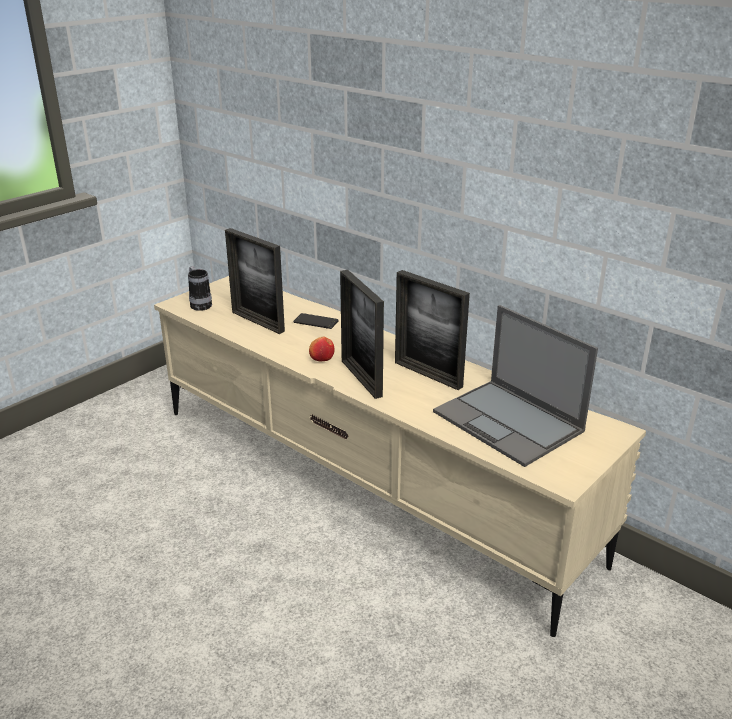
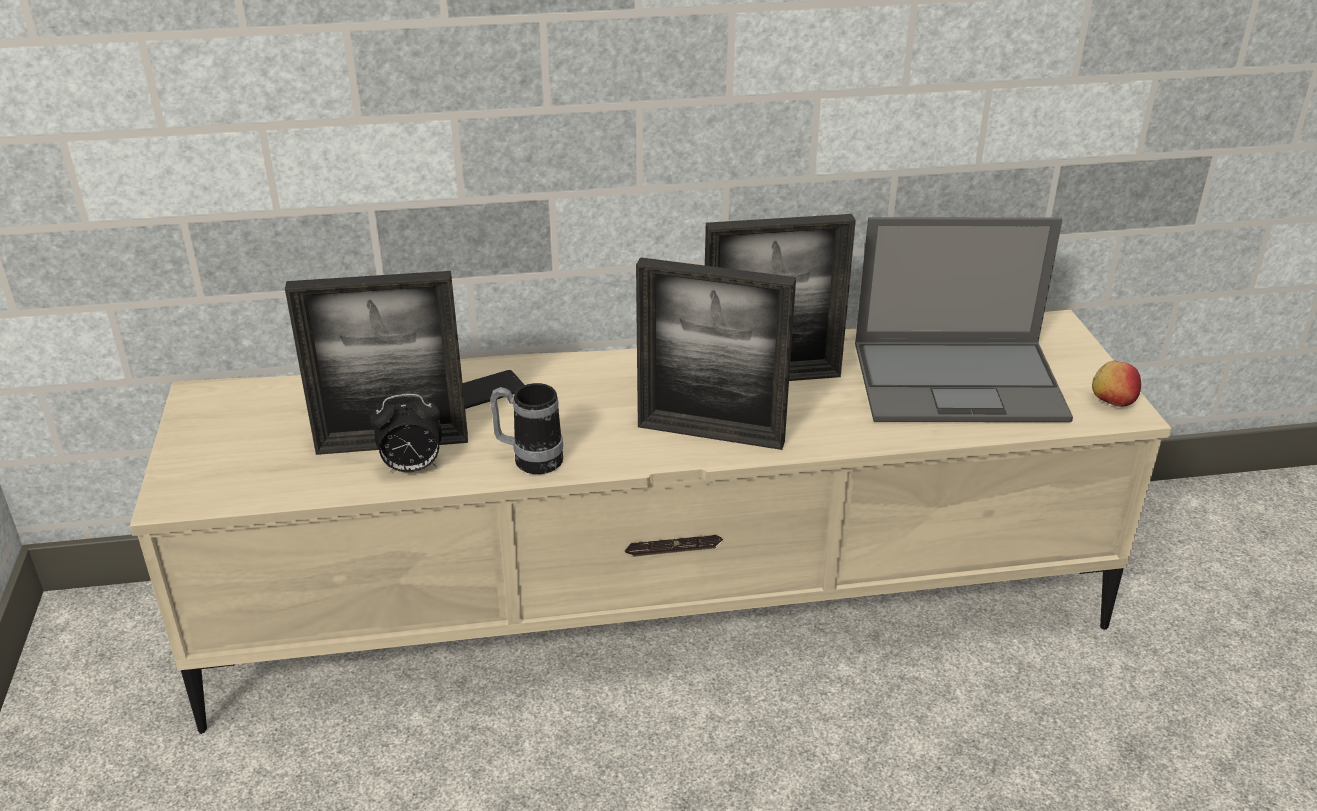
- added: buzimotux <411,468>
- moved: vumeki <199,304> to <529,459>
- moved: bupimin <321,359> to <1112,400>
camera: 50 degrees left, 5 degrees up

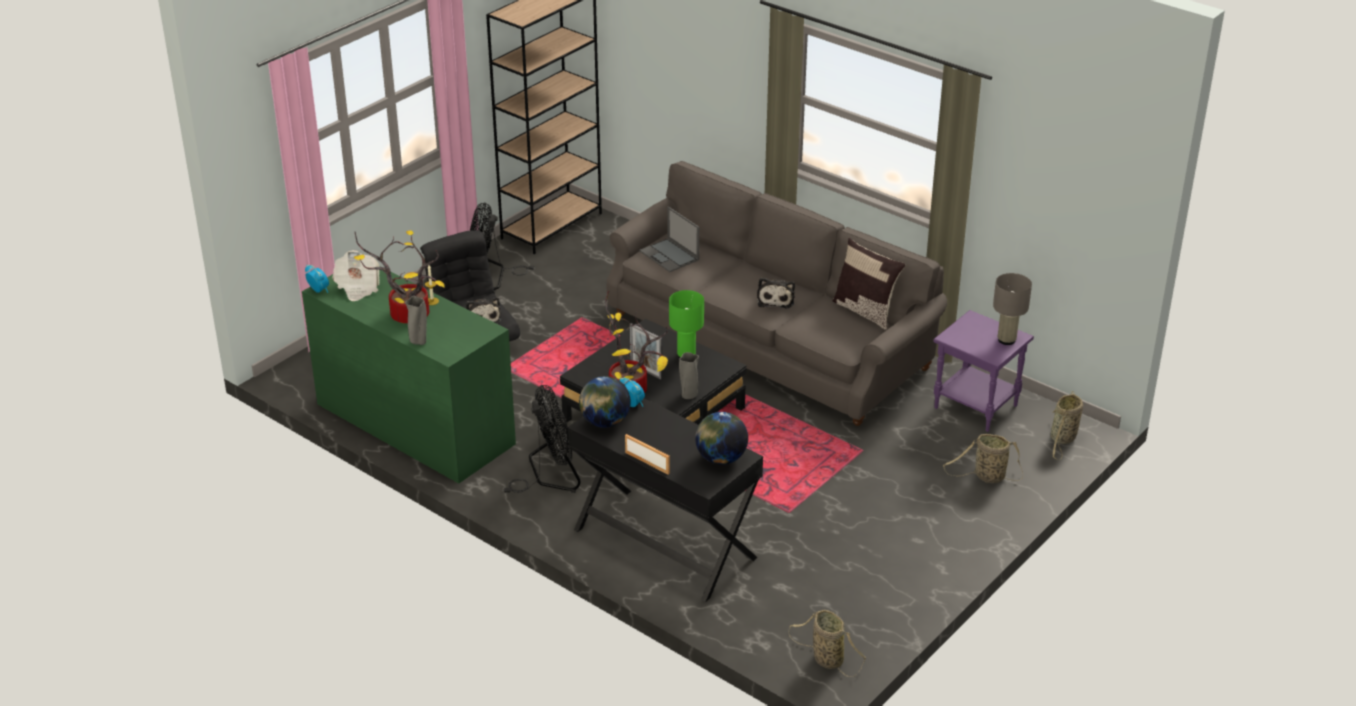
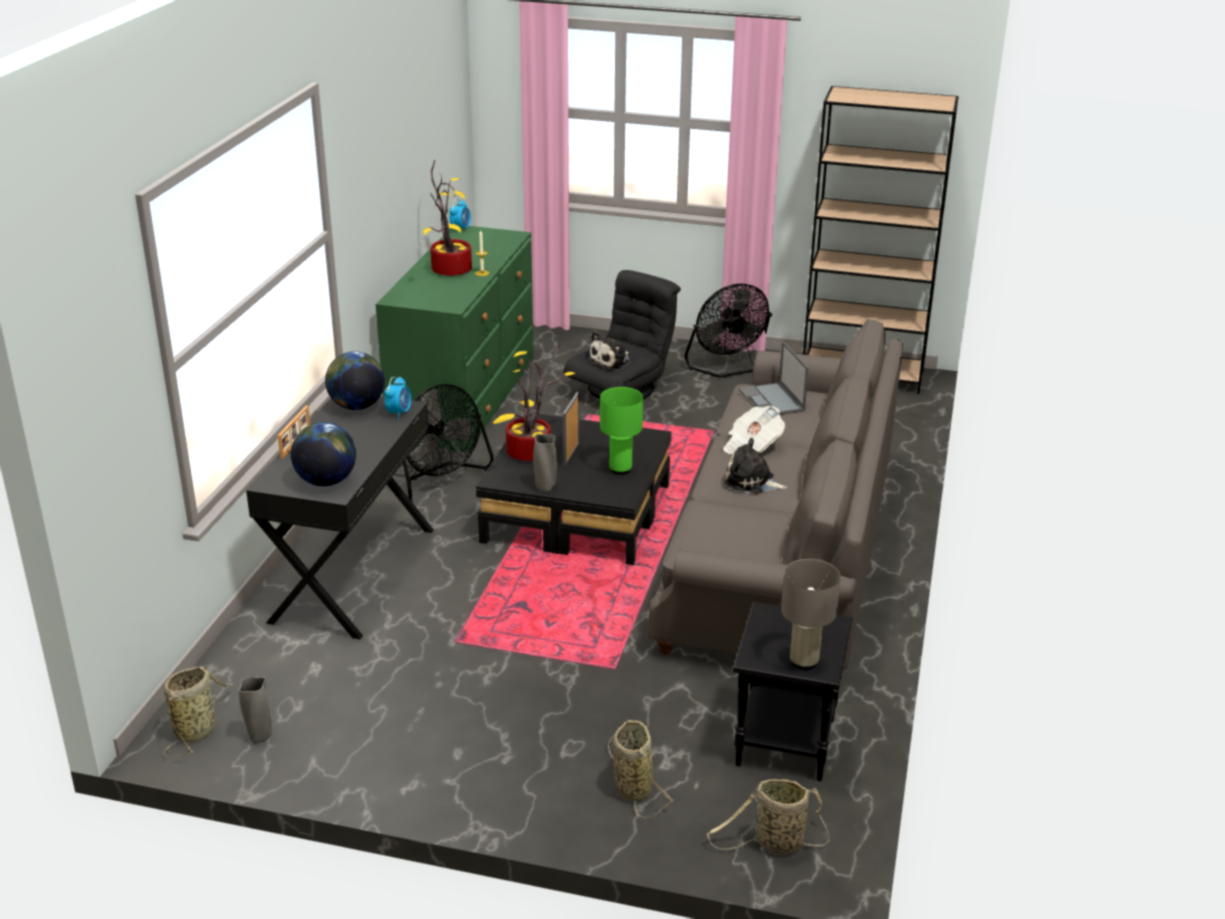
- moved: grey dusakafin <419,342> to <259,737>
- moved: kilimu <357,287> to <751,446>
- turned: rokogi <775,299> = <752,482> 45 degrees clockwise
- recoloured: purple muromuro <977,406> to black muromuro <787,744>
- turned: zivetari <670,256> = <772,400> 45 degrees counterclockwise
- removed: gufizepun <865,311>
camera: 65 degrees right, 5 degrees down

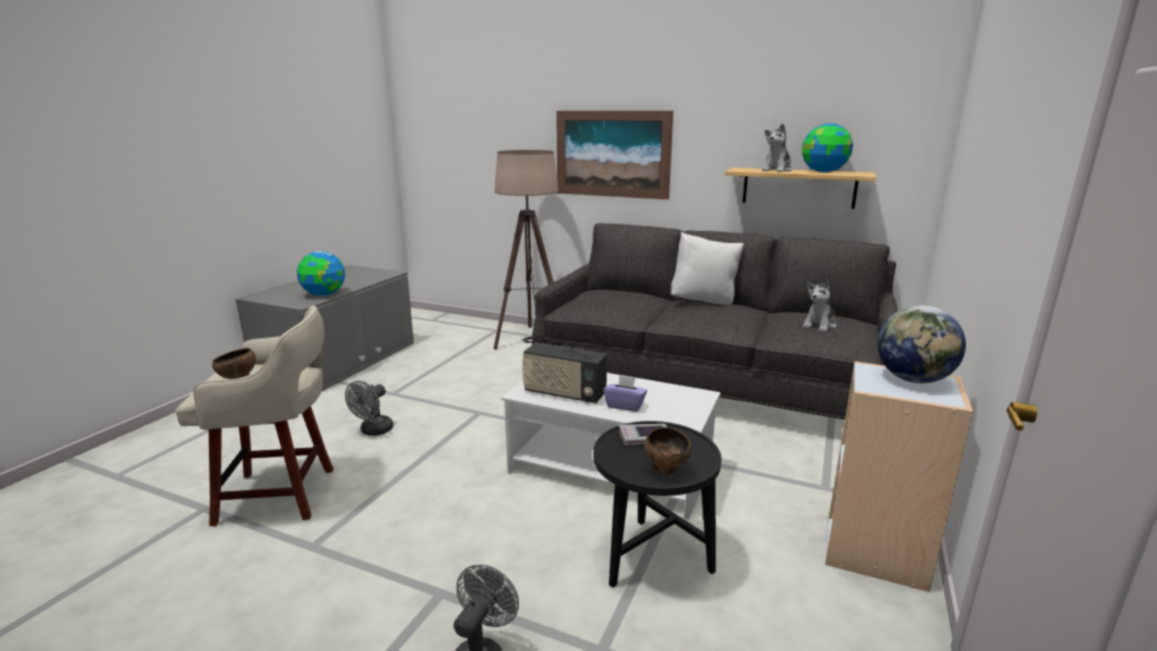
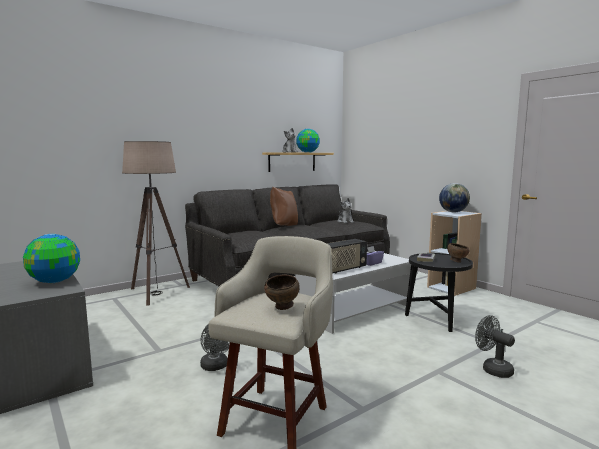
- recoloured: white gufizepun <704,301> to brown gufizepun <283,226>
- removed: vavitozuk <612,154>
camera: 60 degrees left, 10 degrees down

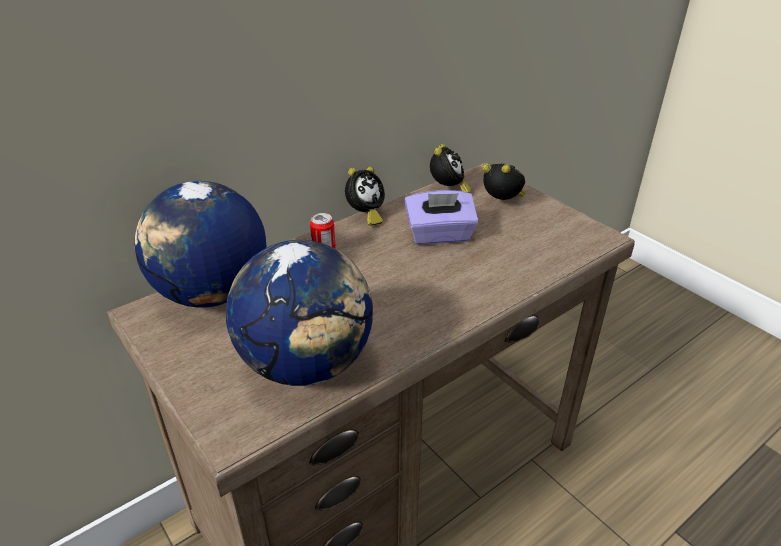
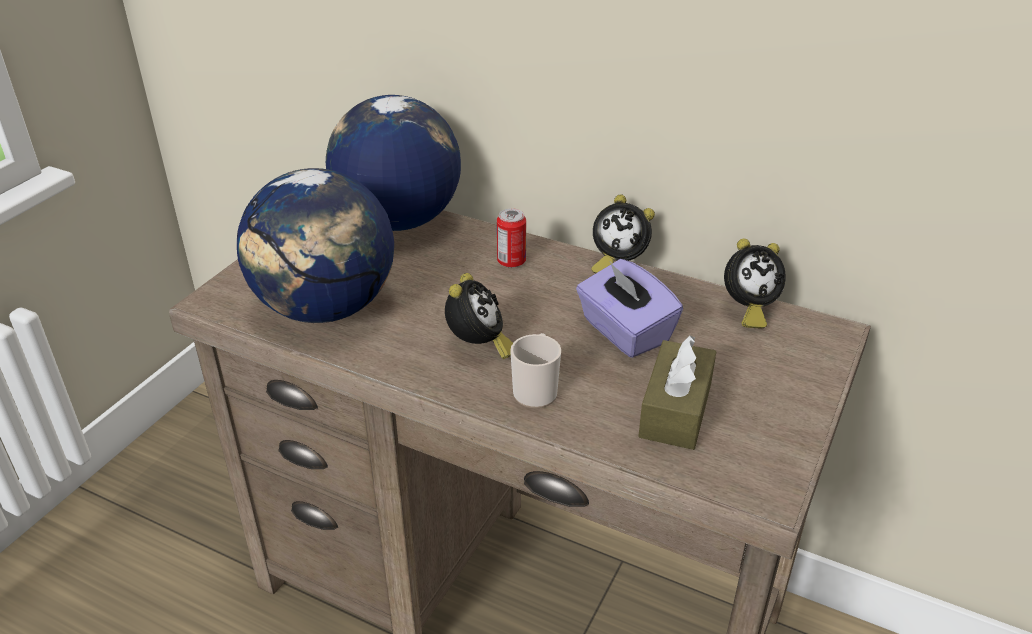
- moved: buzimotux <502,203> to <478,347>
- added: vumeki <536,390>
- added: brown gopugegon <675,410>
camera: 65 degrees right, 0 degrees up

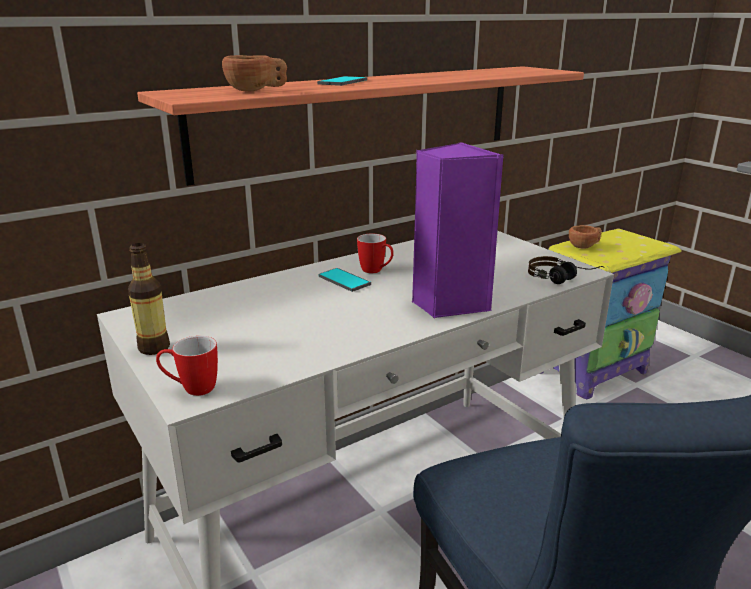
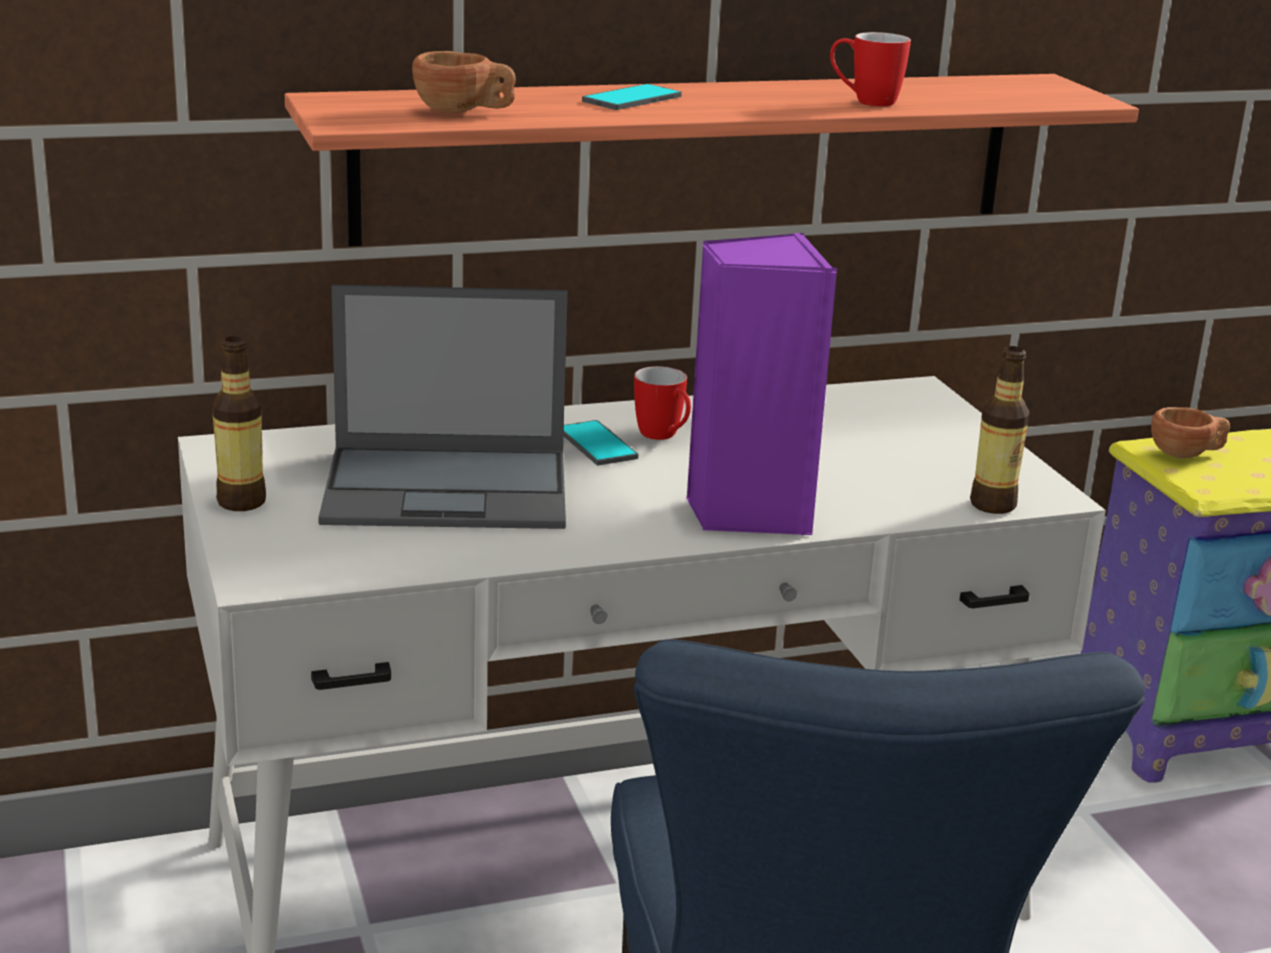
- added: zivetari <450,488>
- moved: vumeki <191,389> to <864,101>
- replaced: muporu <562,280> to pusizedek <993,505>
camera: 15 degrees right, 0 degrees up

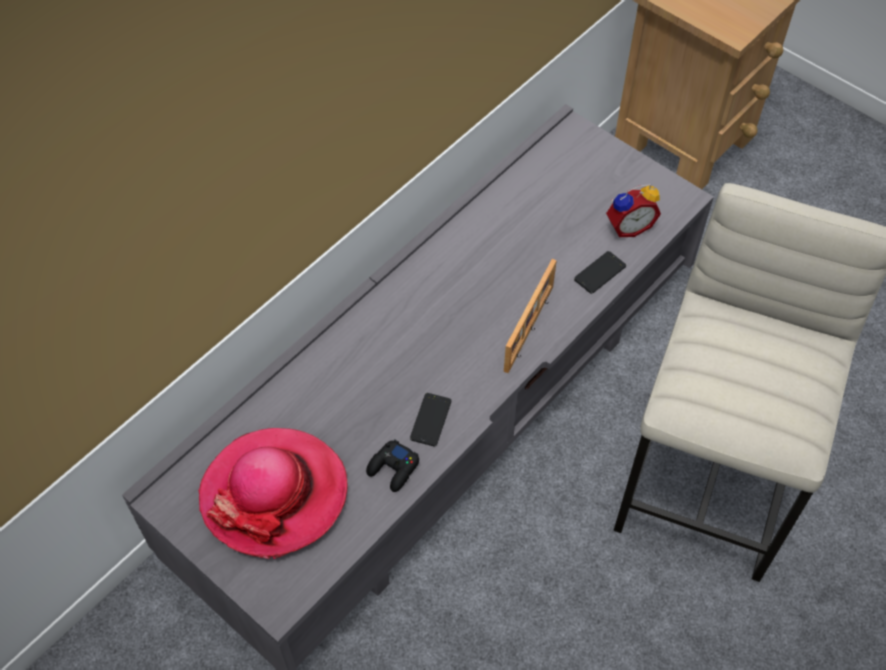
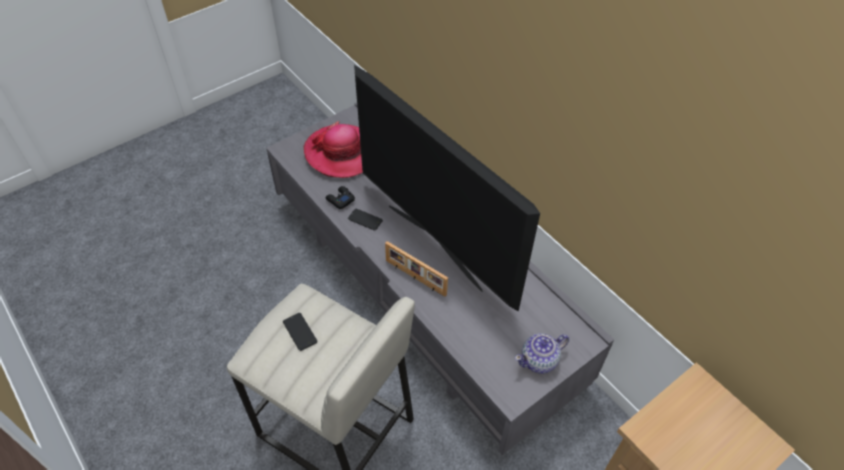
- moved: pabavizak <600,273> to <300,332>
- added: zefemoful <435,245>
- added: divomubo <539,360>
- removed: buzimotux <628,226>
camera: 100 degrees right, 5 degrees down

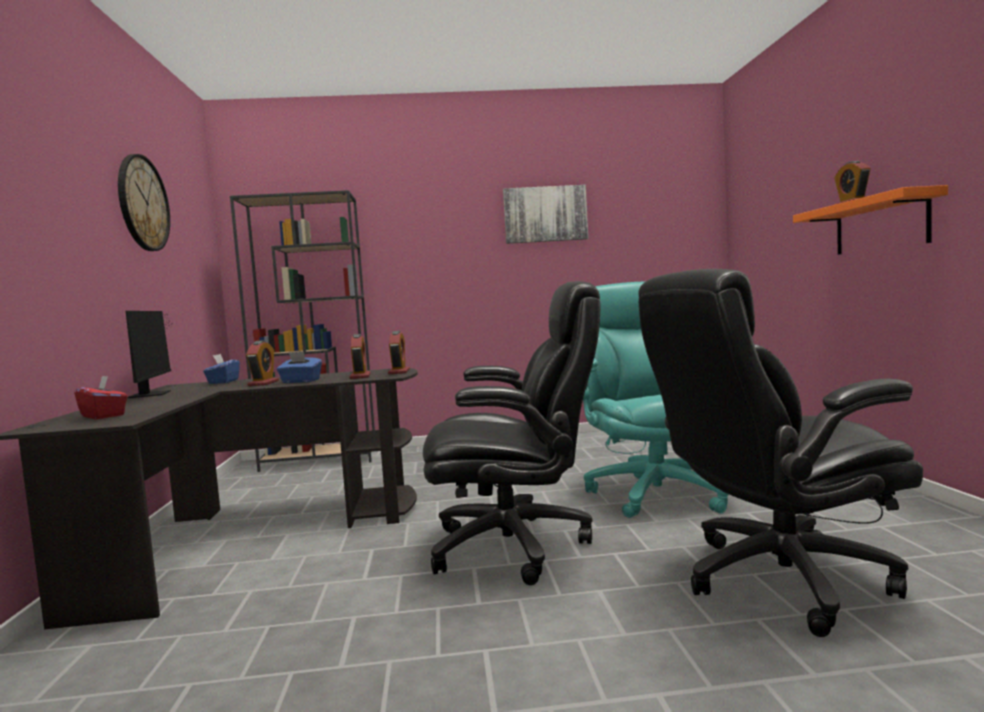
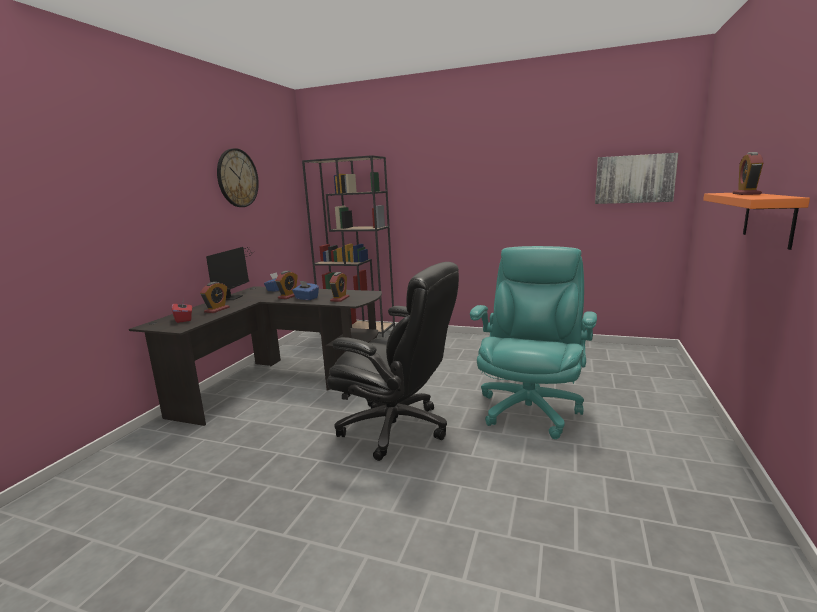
- moved: buzimotux <399,372> to <217,310>
- moved: vavitozuk <545,214> to <634,179>
- removed: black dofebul <773,580>
camera: 25 degrees right, 10 degrees up

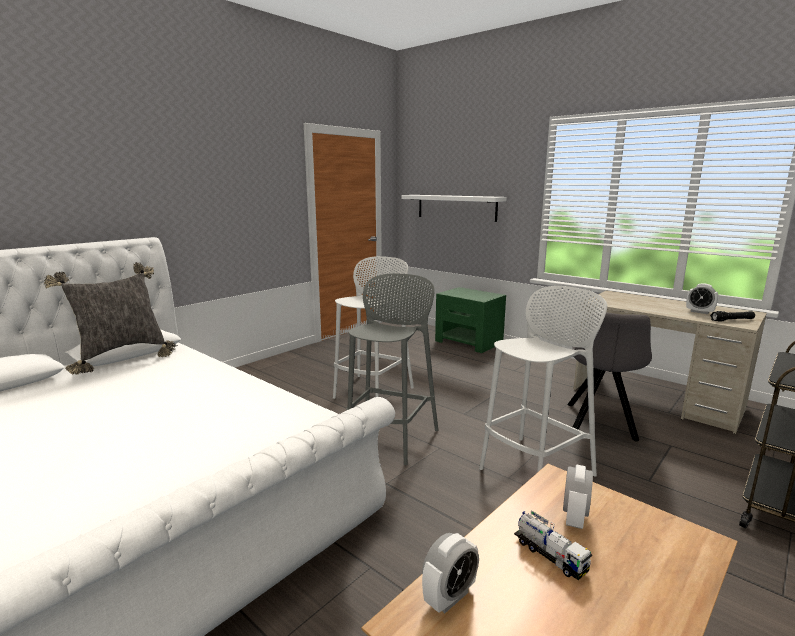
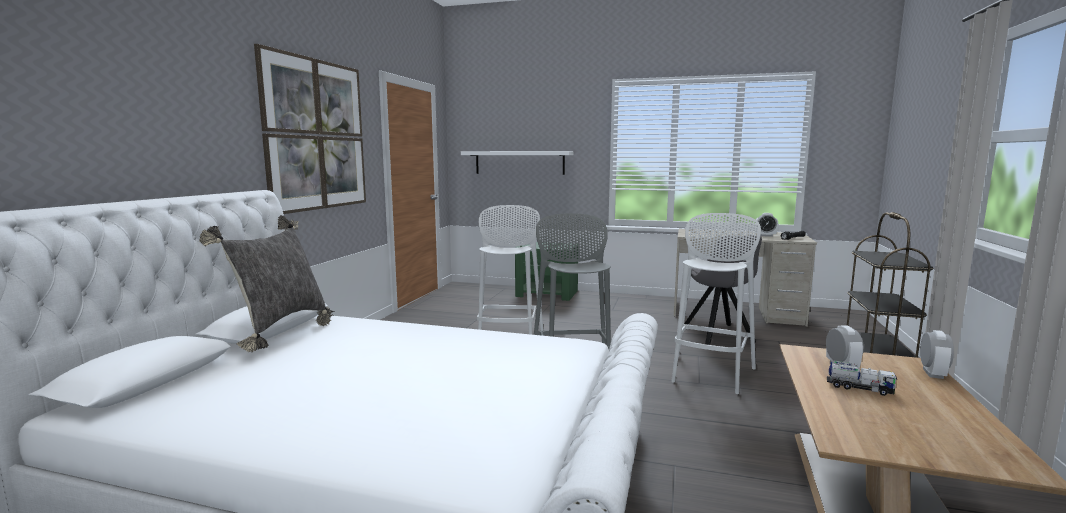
- added: vavitozuk <316,135>
- moved: buzimotux <449,597> to <932,373>
camera: 25 degrees left, 5 degrees down

